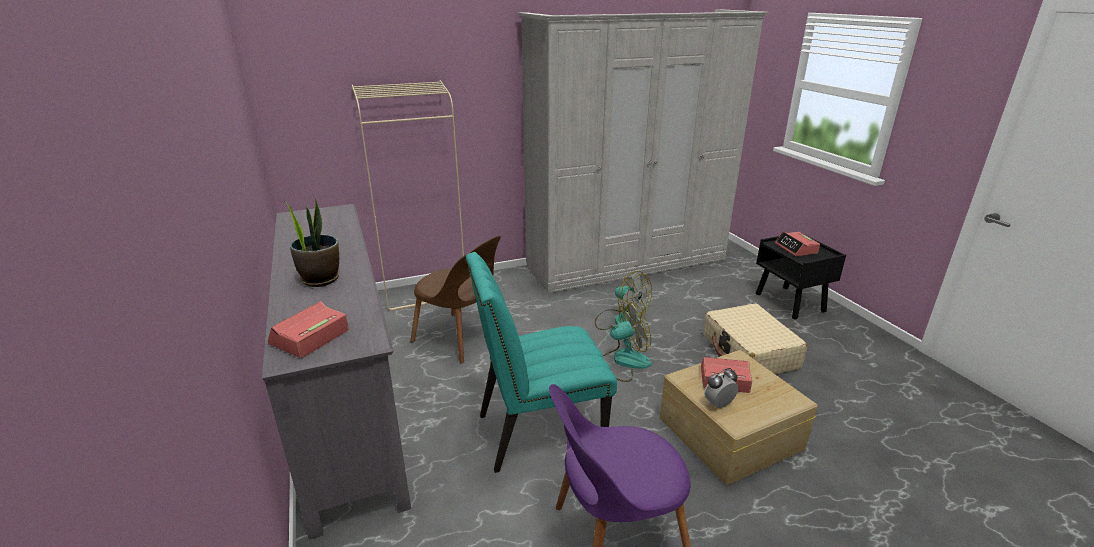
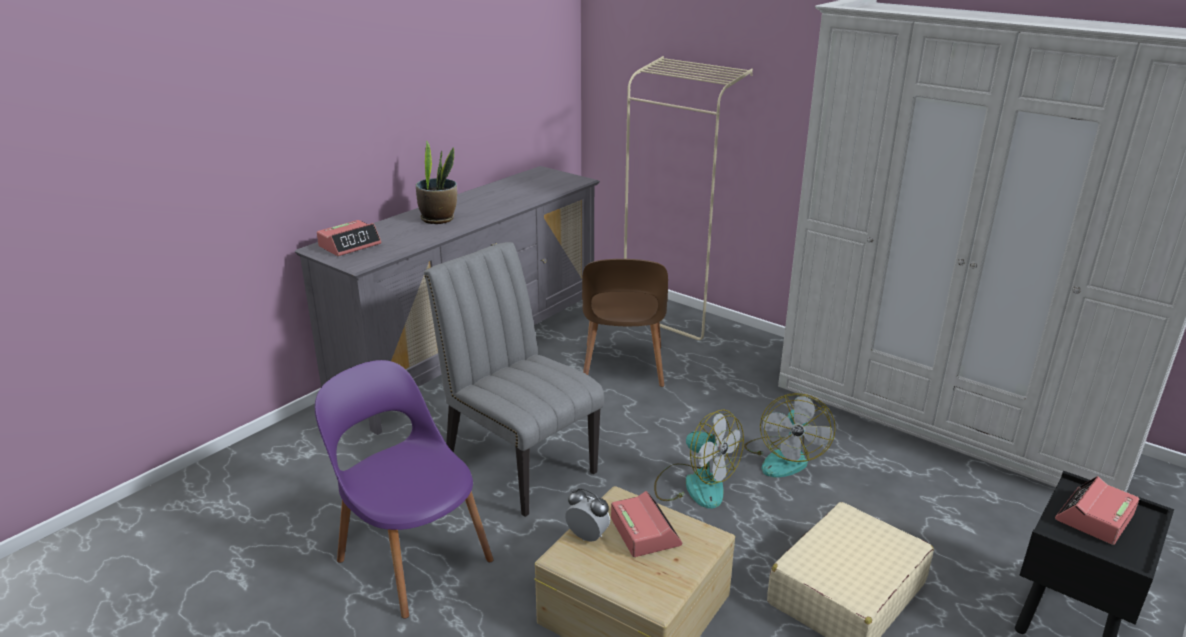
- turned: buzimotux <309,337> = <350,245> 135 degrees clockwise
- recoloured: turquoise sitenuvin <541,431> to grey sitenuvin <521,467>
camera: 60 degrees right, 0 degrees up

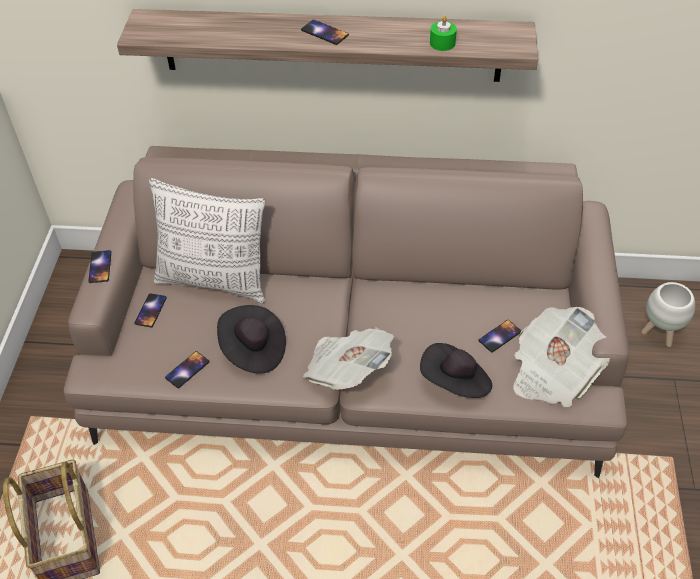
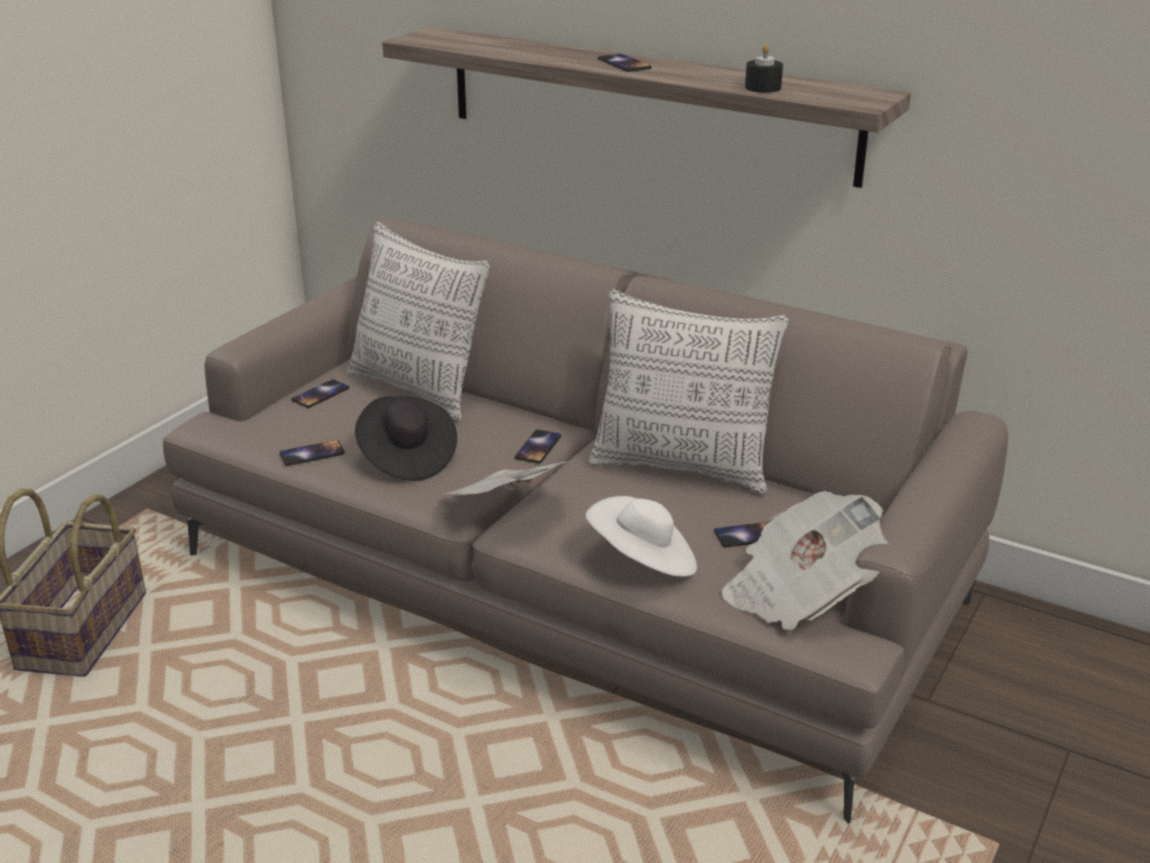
- moved: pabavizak <100,267> to <538,447>
- recoloured: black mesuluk <455,383> to white mesuluk <643,562>
- added: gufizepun <682,467>
- recoloured: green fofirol <442,43> to black fofirol <763,87>
- removed: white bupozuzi <659,334>
camera: 25 degrees right, 20 degrees down

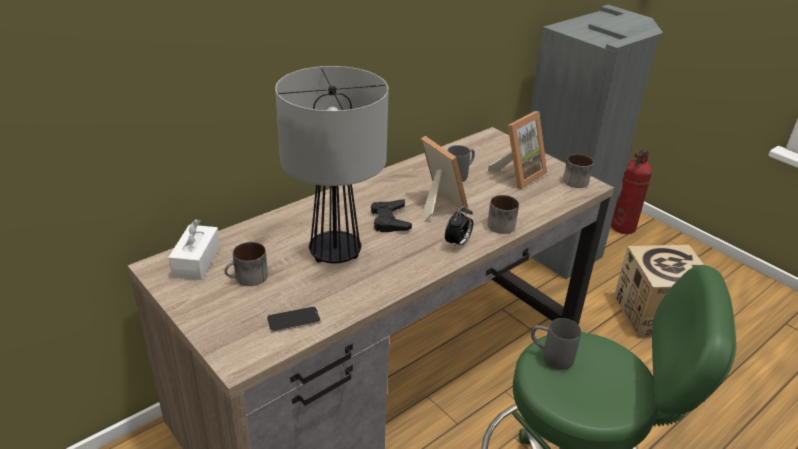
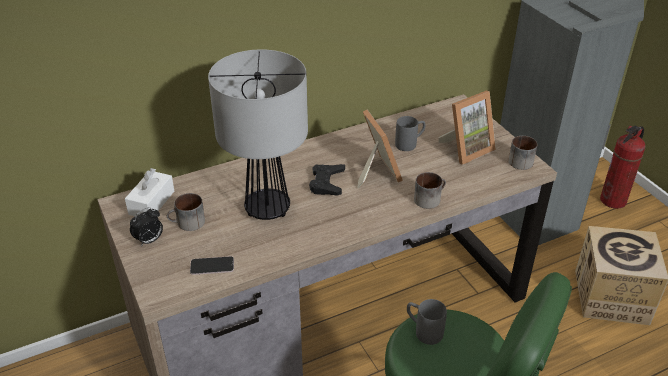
- moved: buzimotux <457,243> to <149,240>
camera: 15 degrees right, 5 degrees up

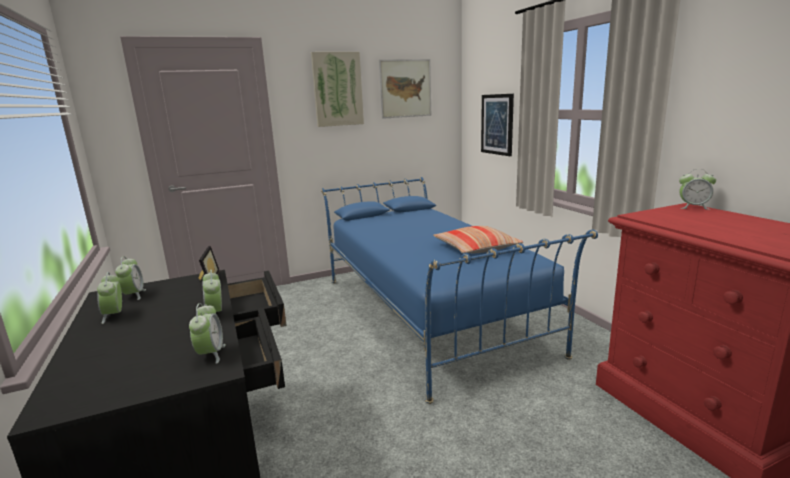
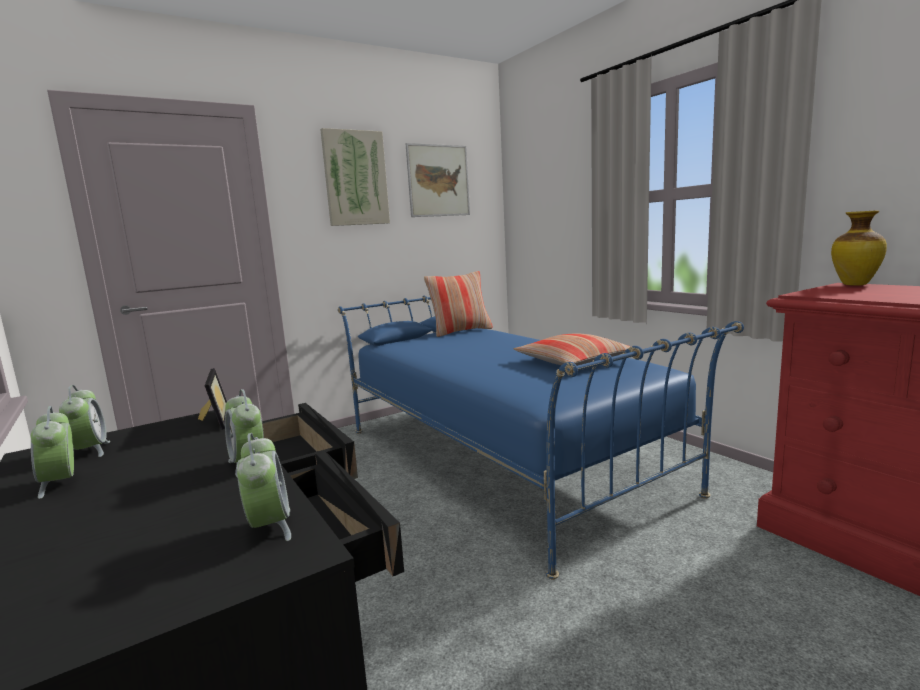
- added: gufizepun <461,331>
- replaced: buzimotux <693,207> to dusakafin <855,284>
- removed: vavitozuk <497,124>
camera: 10 degrees left, 5 degrees down

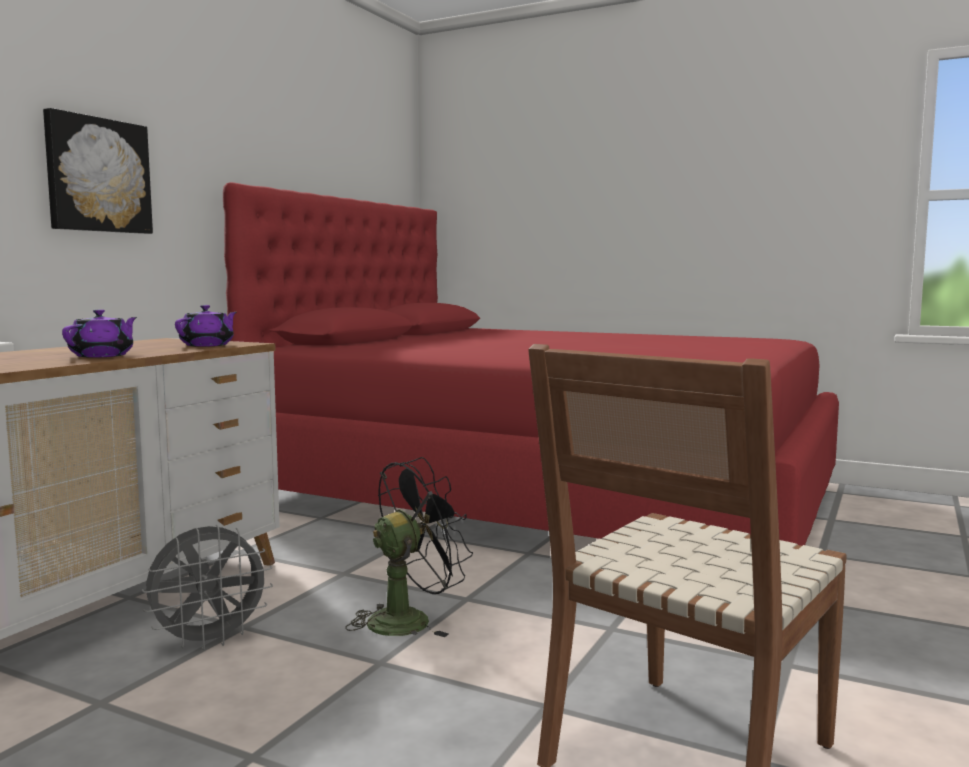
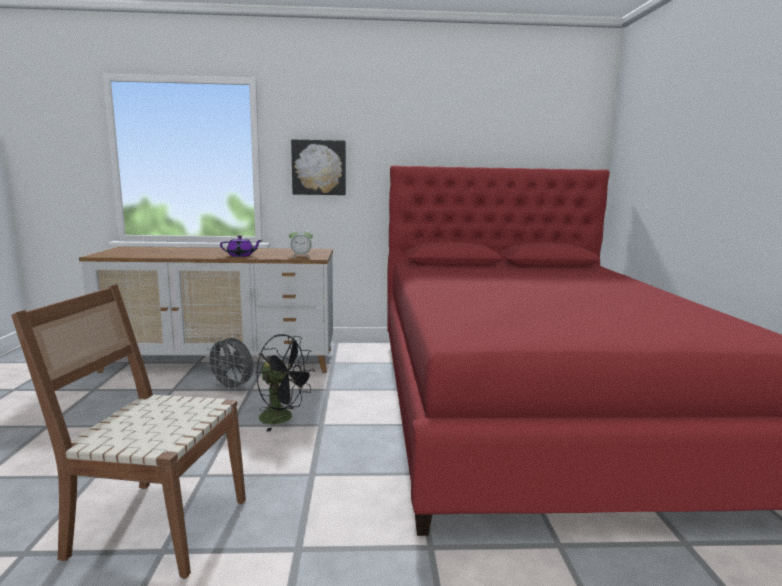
- replaced: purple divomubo <208,345> to buzimotux <301,256>
camera: 60 degrees right, 5 degrees up

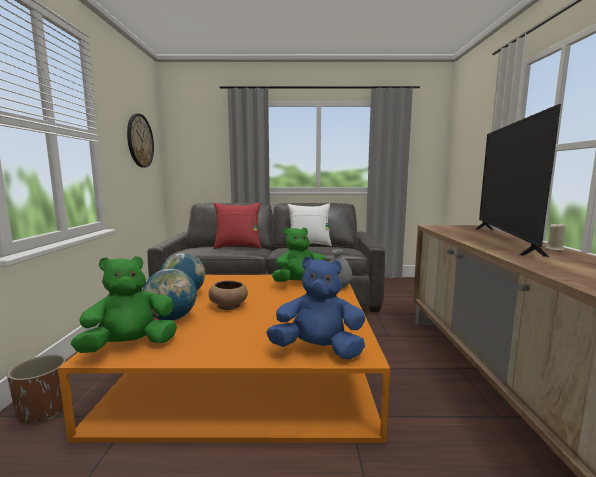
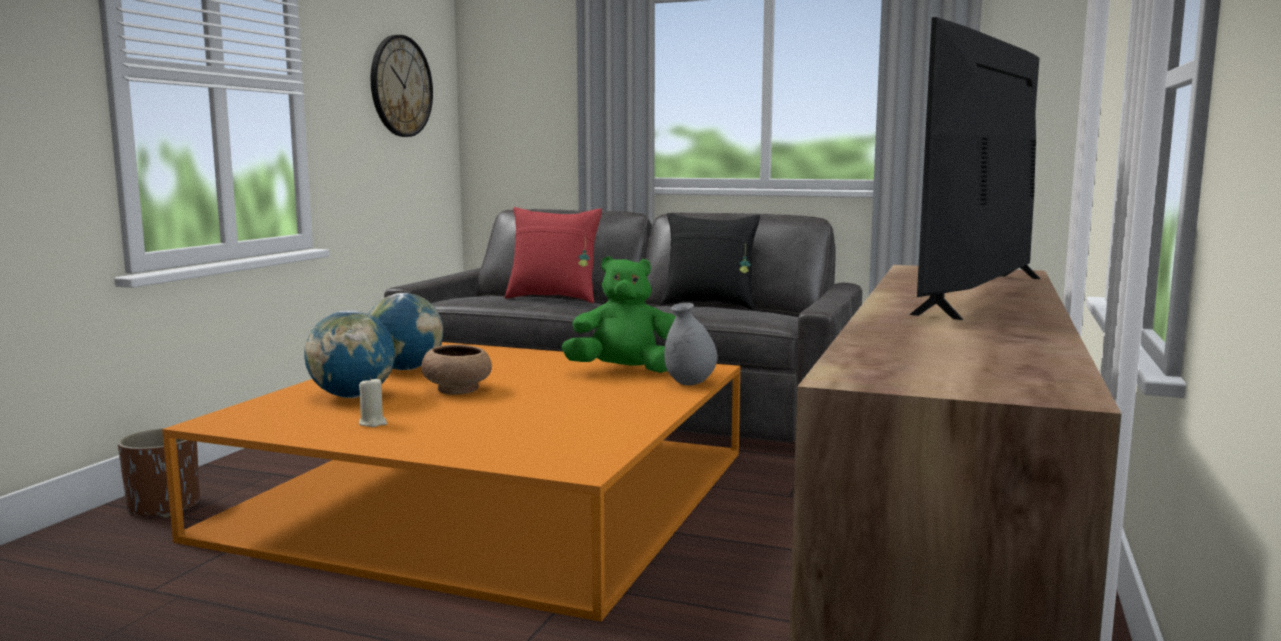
- moved: beige fofirol <554,249> to <373,423>
- recoloured: white gufizepun <309,245> to black gufizepun <709,305>
- removed: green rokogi <130,346>
- removed: blue rokogi <318,350>
camera: 20 degrees right, 0 degrees up

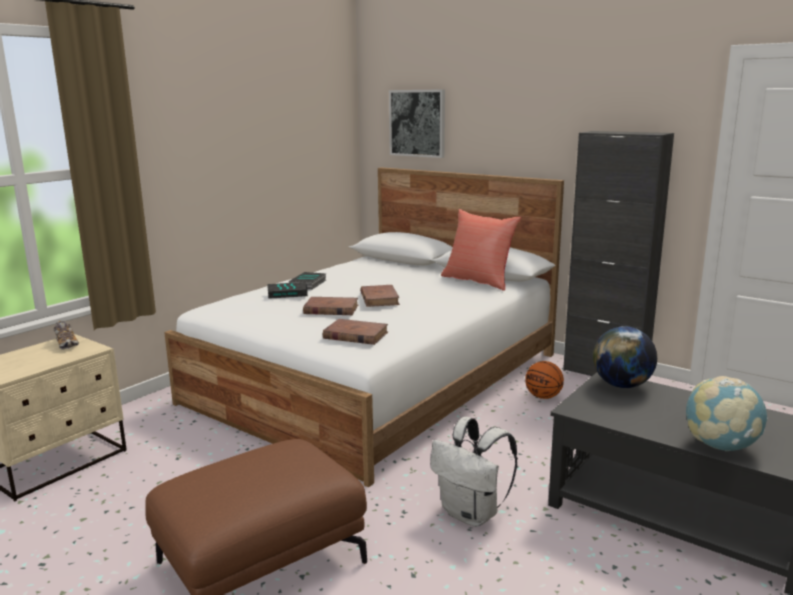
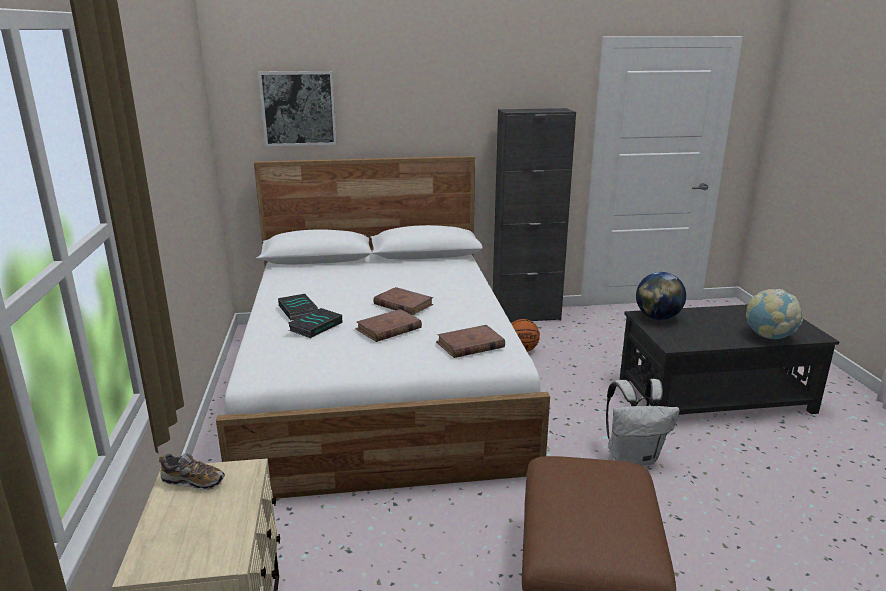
- removed: red gufizepun <478,281>
camera: 45 degrees left, 5 degrees up

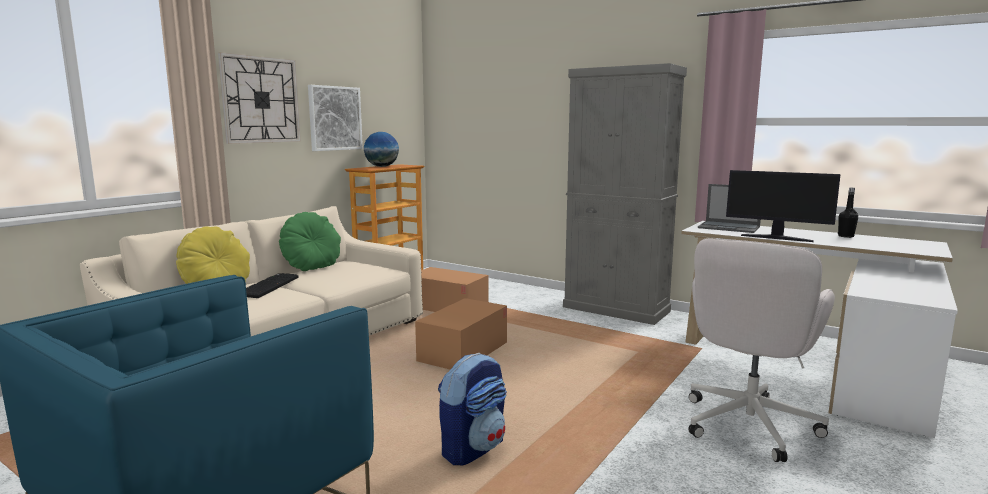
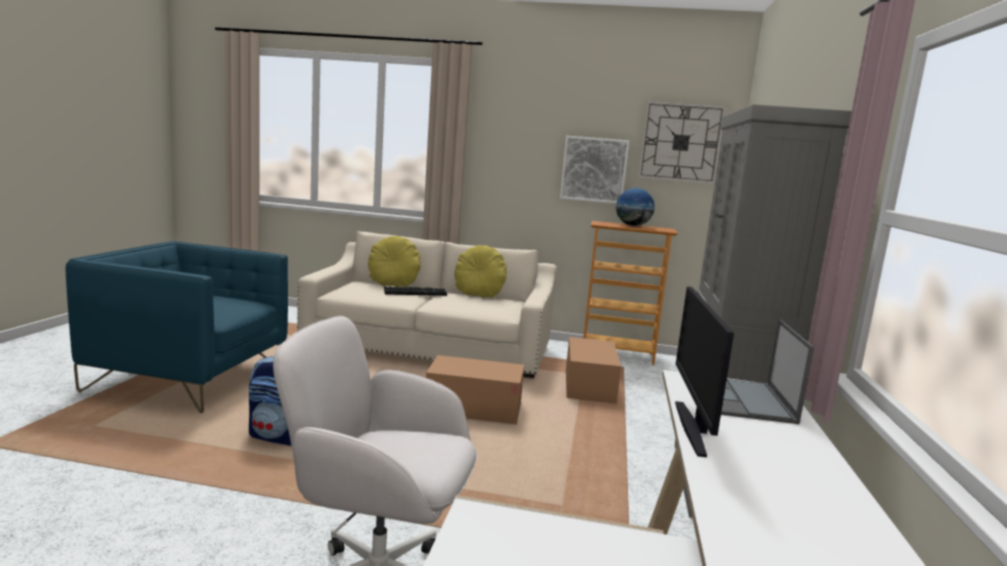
- recoloured: green gufizepun <312,268> to yellow gufizepun <479,295>
- moved: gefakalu <261,100> to <680,142>
- removed: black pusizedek <845,236>
camera: 65 degrees right, 0 degrees up

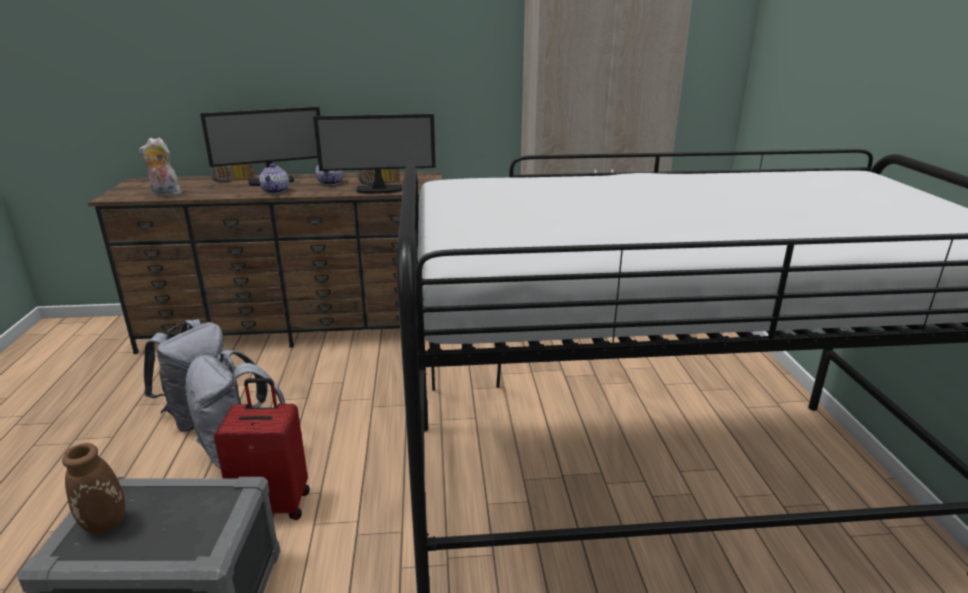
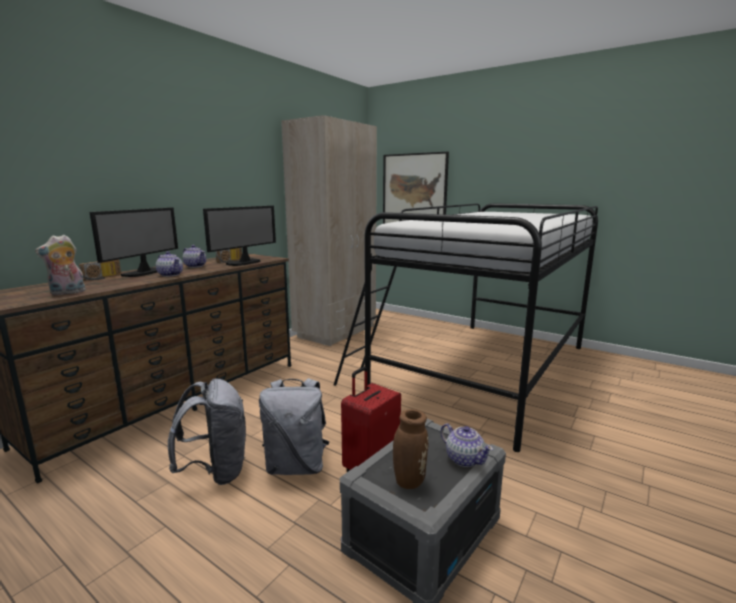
- added: vavitozuk <414,190>
- added: divomubo <464,459>
camera: 50 degrees left, 10 degrees down

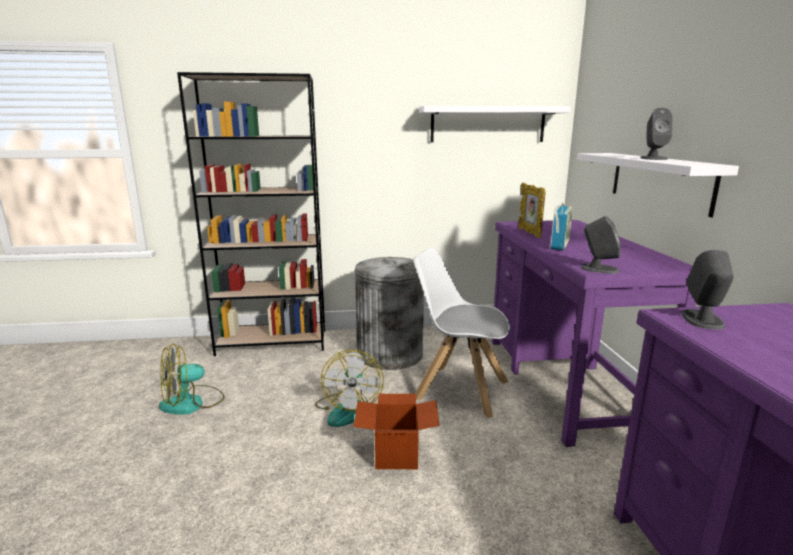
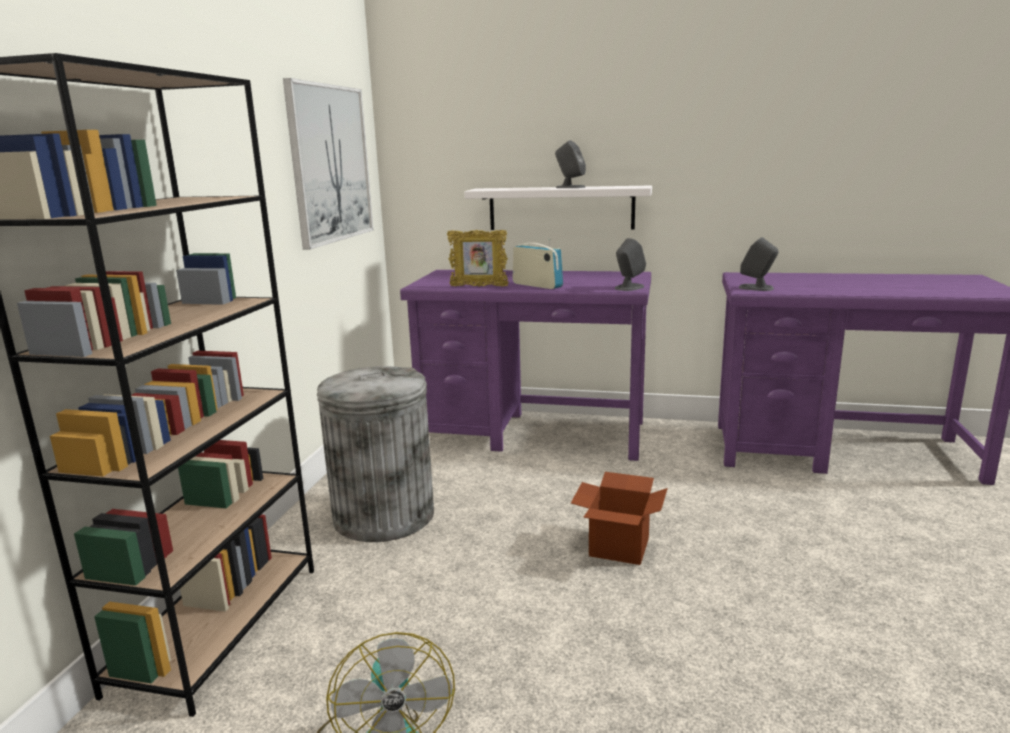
- replaced: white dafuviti <488,124> to vavitozuk <330,164>
- removed: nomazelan <348,409>
- removed: sitenuvin <459,389>
camera: 70 degrees left, 0 degrees up

